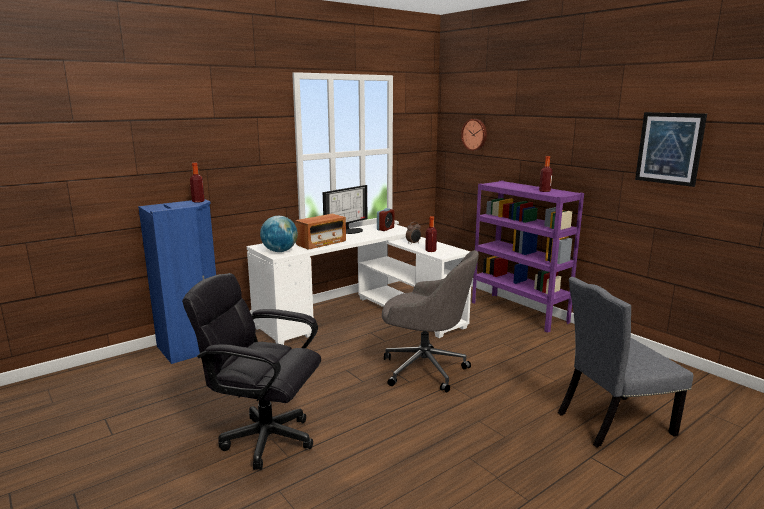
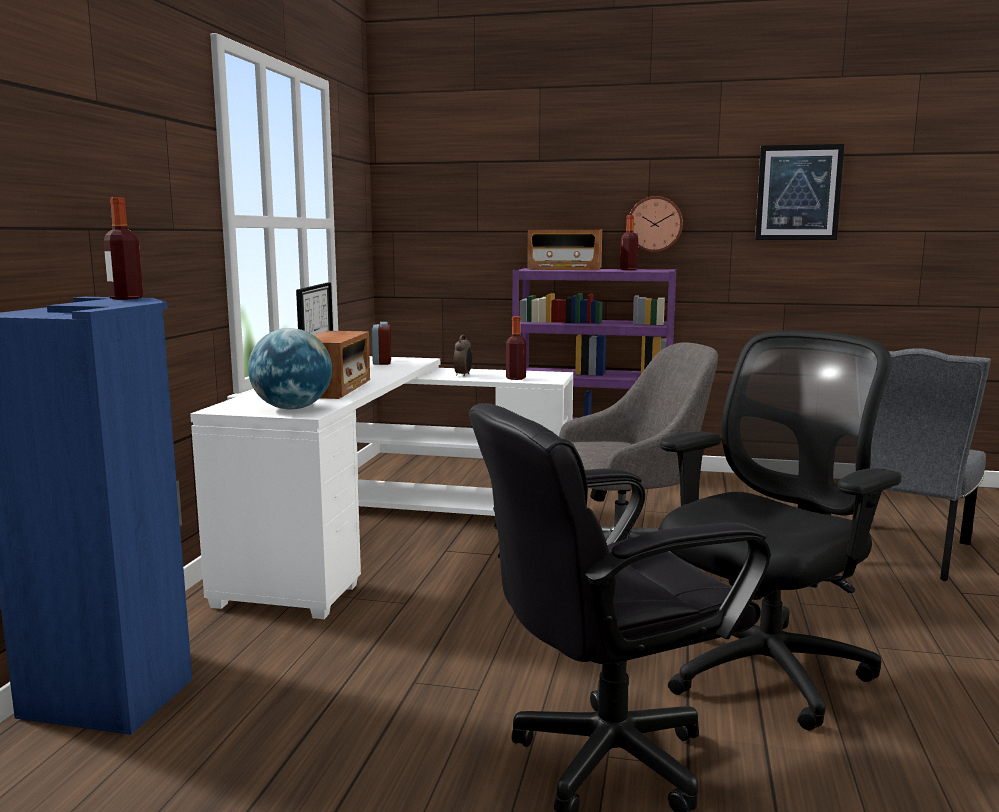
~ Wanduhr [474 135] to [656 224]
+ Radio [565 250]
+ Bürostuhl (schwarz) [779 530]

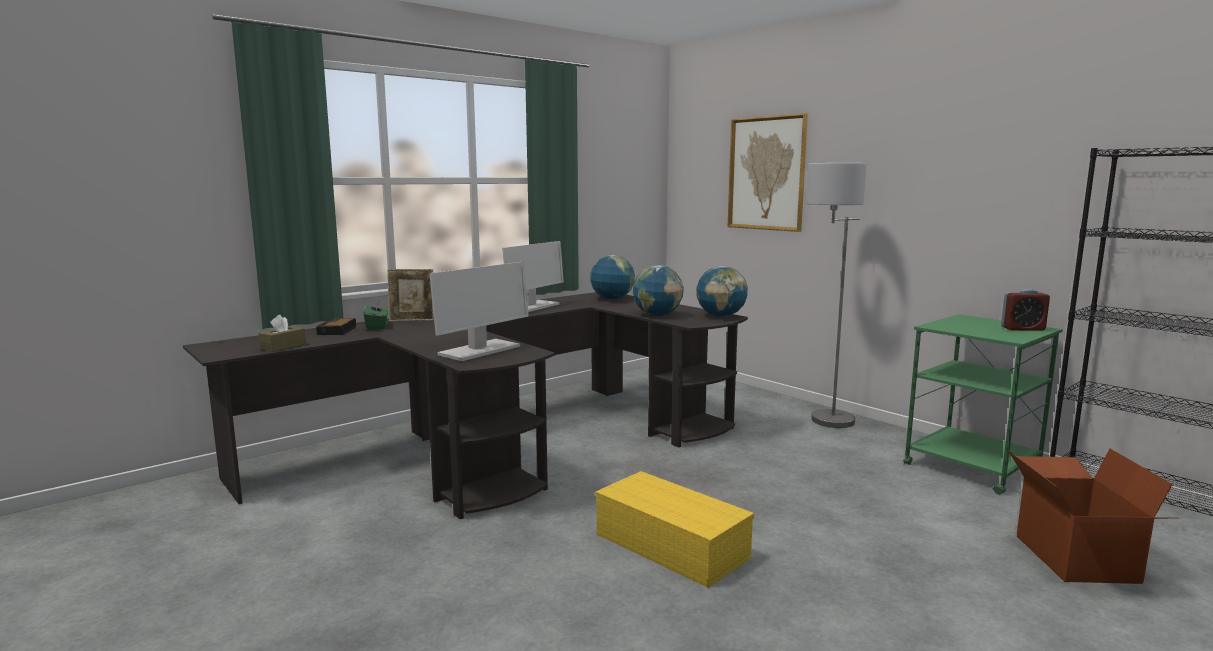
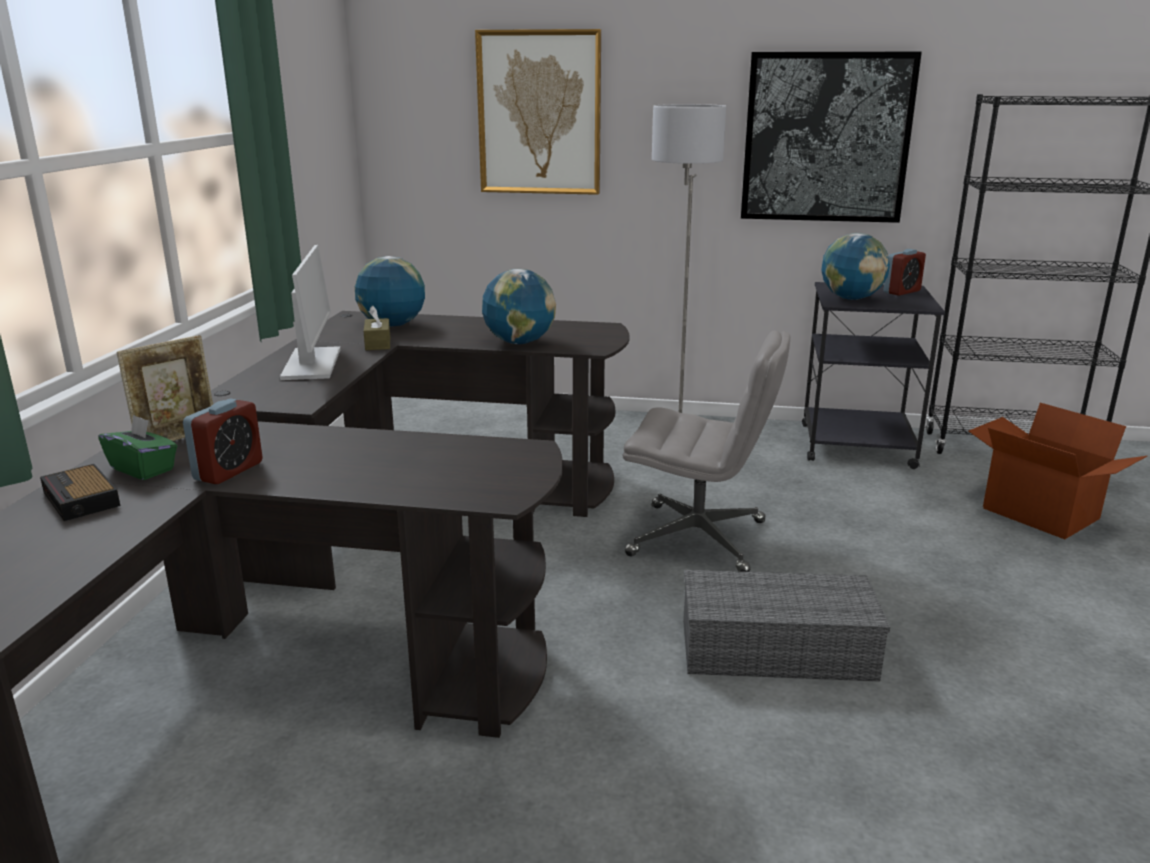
~ Taschentuchbox (braun) [282 333] to [377 328]
- Monitor [479 311]
~ Aufbewahrungsbox (gelb) [674 529] to Aufbewahrungsbox (grau) [786 626]
~ Globus [722 291] to [855 266]
~ Rollwagen (grün) [983 404] to Rollwagen (schwarz) [873 375]
+ Wecker [223 441]
+ Bürostuhl (grau) [706 451]
+ Bild [831 137]

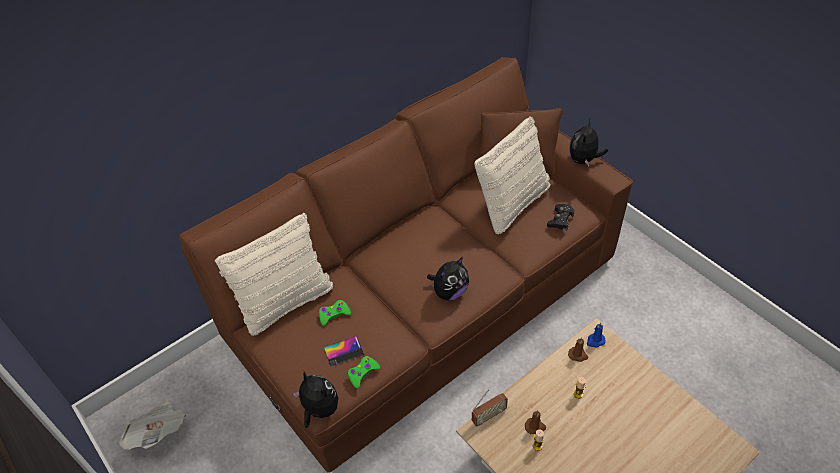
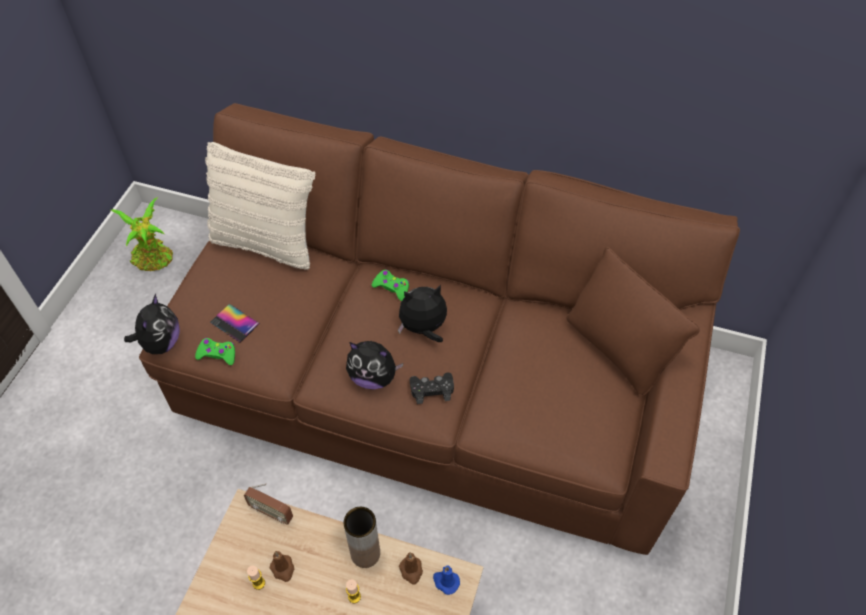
~ Zeitung [152 426] to Topfpflanze [142 234]
~ Gamepad (grün) [335 313] to [390 285]
- Kissen (beige) [512 175]
~ Gamepad (schwarz) [561 217] to [432 388]
~ Plüschtier [588 142] to [422 313]
+ Vase (braun) [362 537]

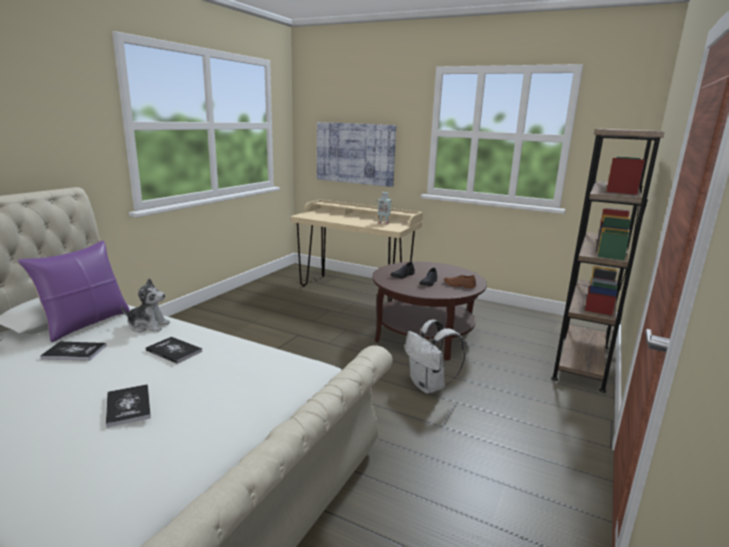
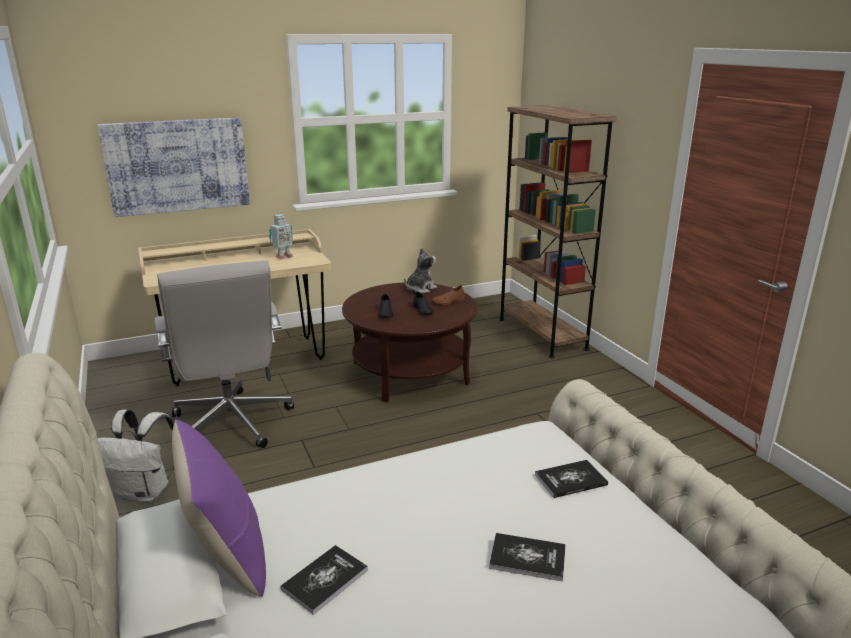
~ Plüschtier [145 306] to [420 270]
~ Buch [174 350] to [571 479]
~ Rucksack (weiß) [435 357] to [135 455]
+ Bürostuhl (grau) [224 354]

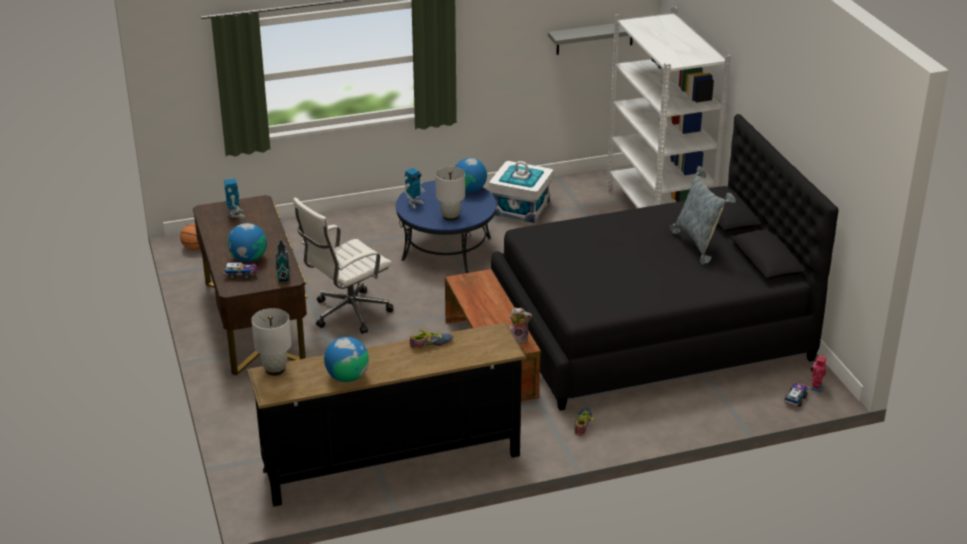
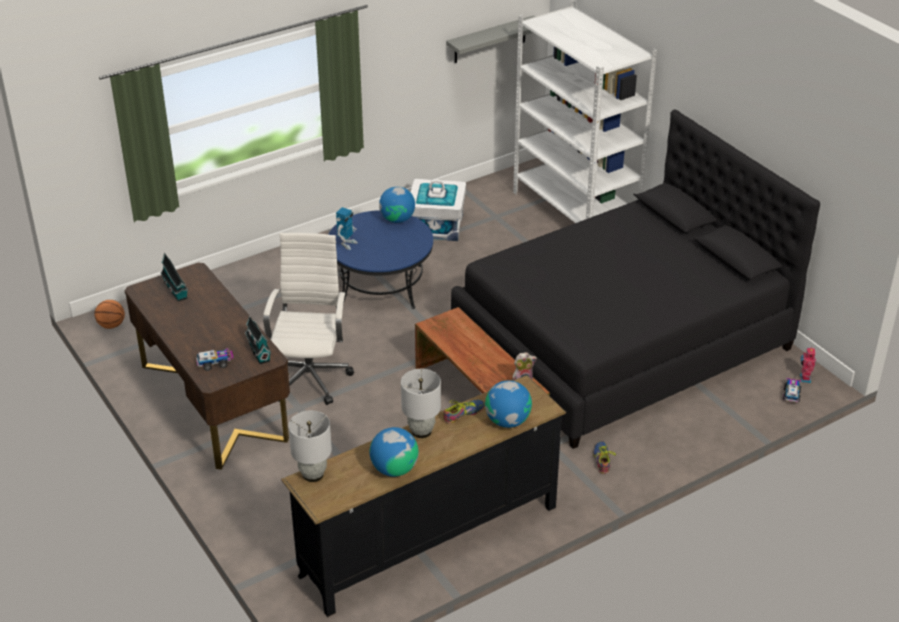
~ Spielzeugroboter [234 198] to Spielzeughaus [174 277]
~ Globus [247 242] to [508 404]
~ Bürostuhl (weiß) [343 266] = [308 319] 150 degrees clockwise
~ Tischlampe (weiß) [450 194] to [421 403]
- Kissen [702 215]

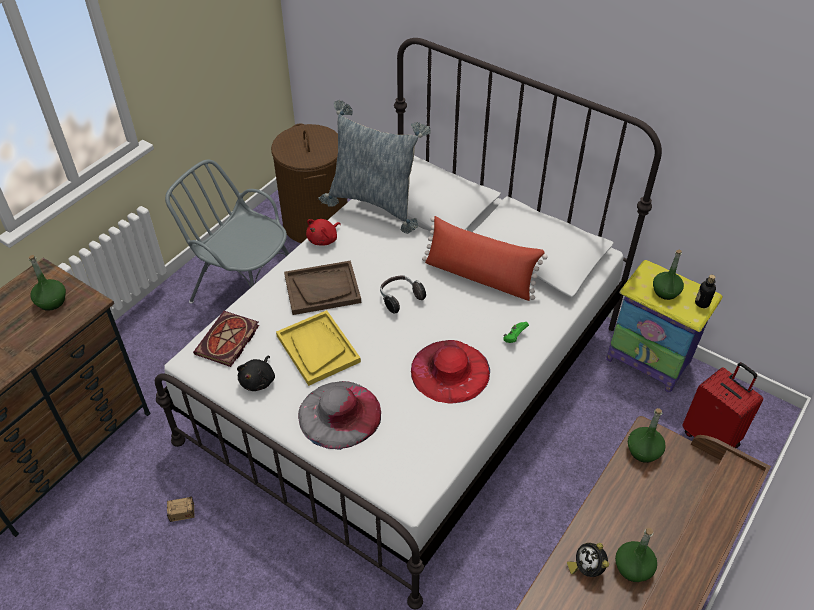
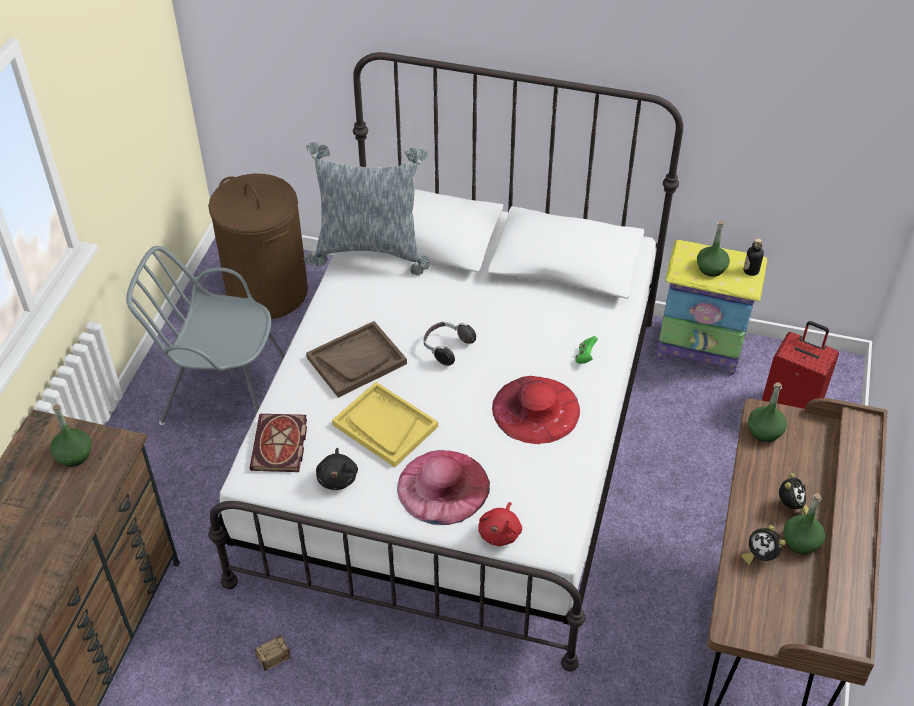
~ Hut (grau) [339 415] to Hut (rosa) [443 487]
~ Plüschtier (rot) [323 232] to [500 524]
- Kissen (rot) [485 258]
+ Wecker [794 494]

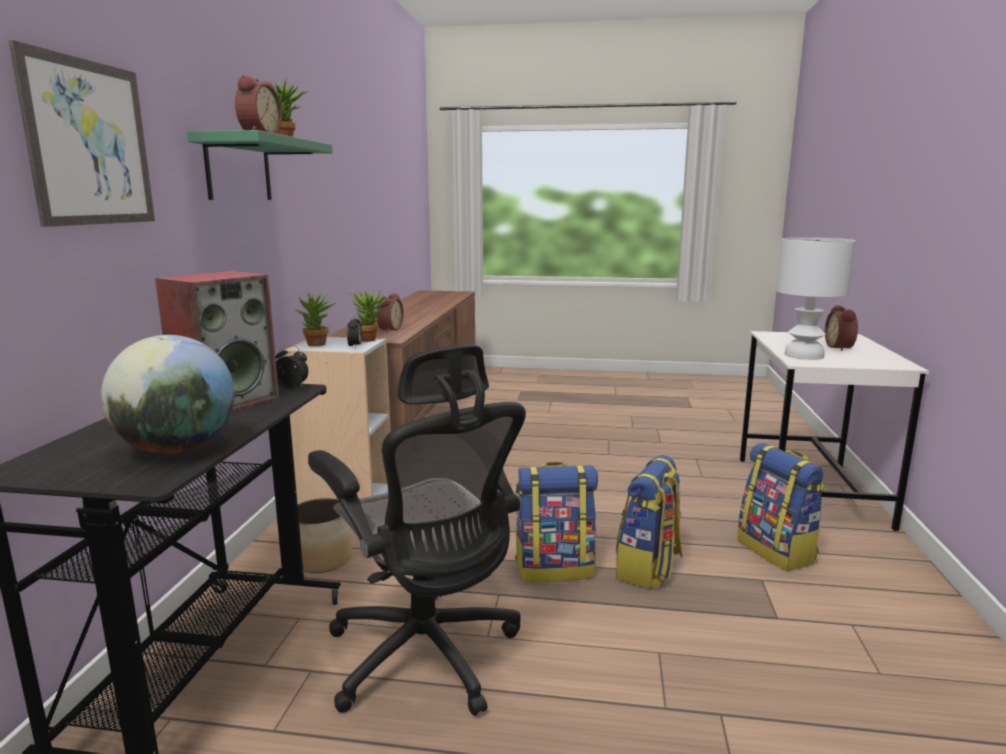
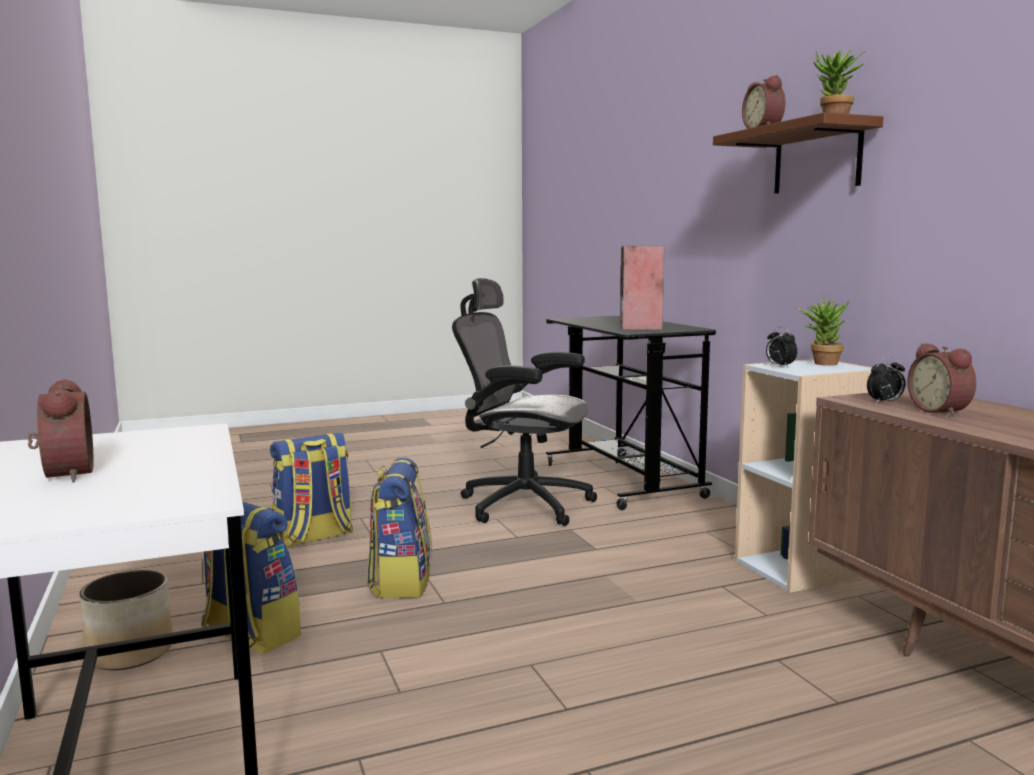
- Bild [81 133]
- Globus [168 394]
~ Wandregal (grün) [260 165] to Wandregal (braun) [798 153]
~ Wecker [292 366] to [886 380]
~ Pflanzkübel [325 535] to [126 620]
- Topfpflanze [367 316]
~ Rucksack [556 522] to [311 489]
- Tischlampe (weiß) [816 299]

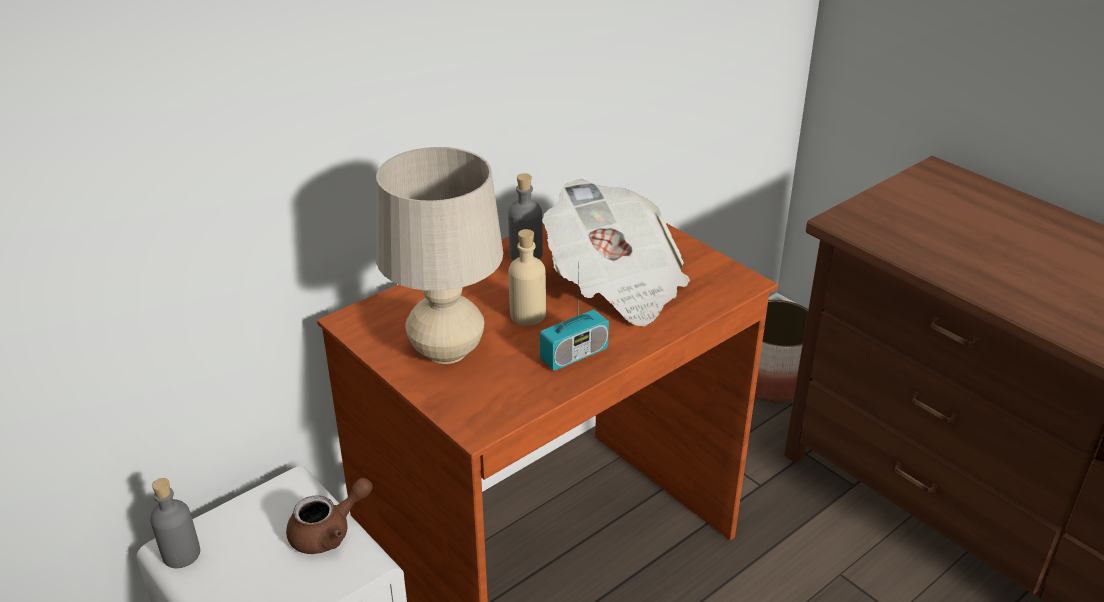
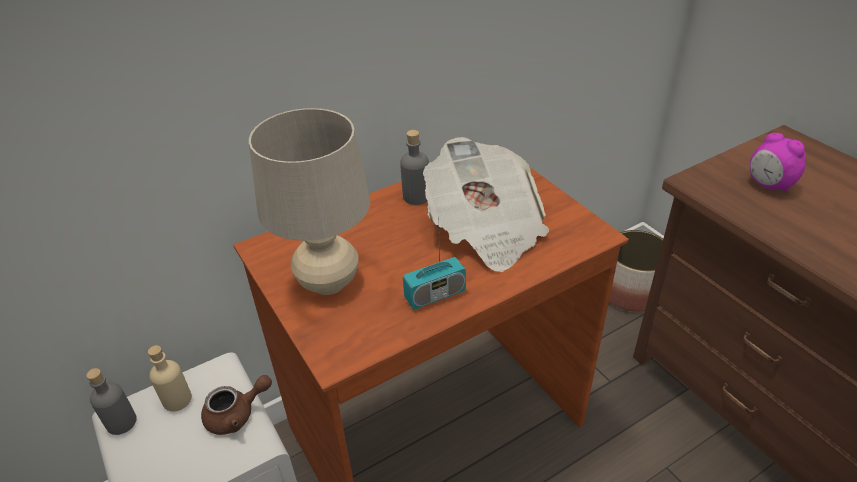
~ Flasche (beige) [527 277] to [170 378]
+ Wecker [778 162]

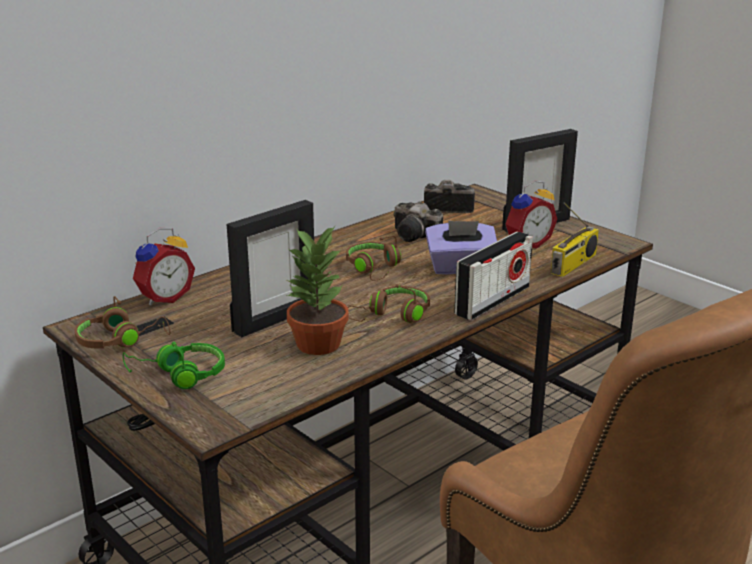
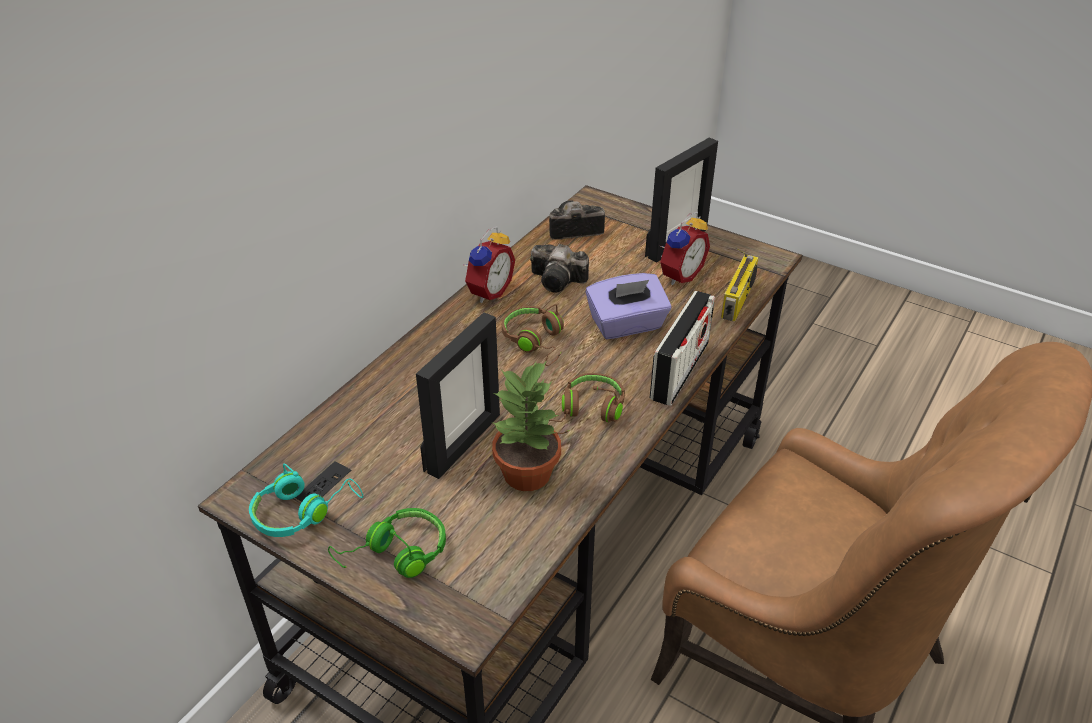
~ Kopfhörer (braun) [122 322] to Kopfhörer (türkis) [306 500]
~ Wecker [164 266] to [489 264]

